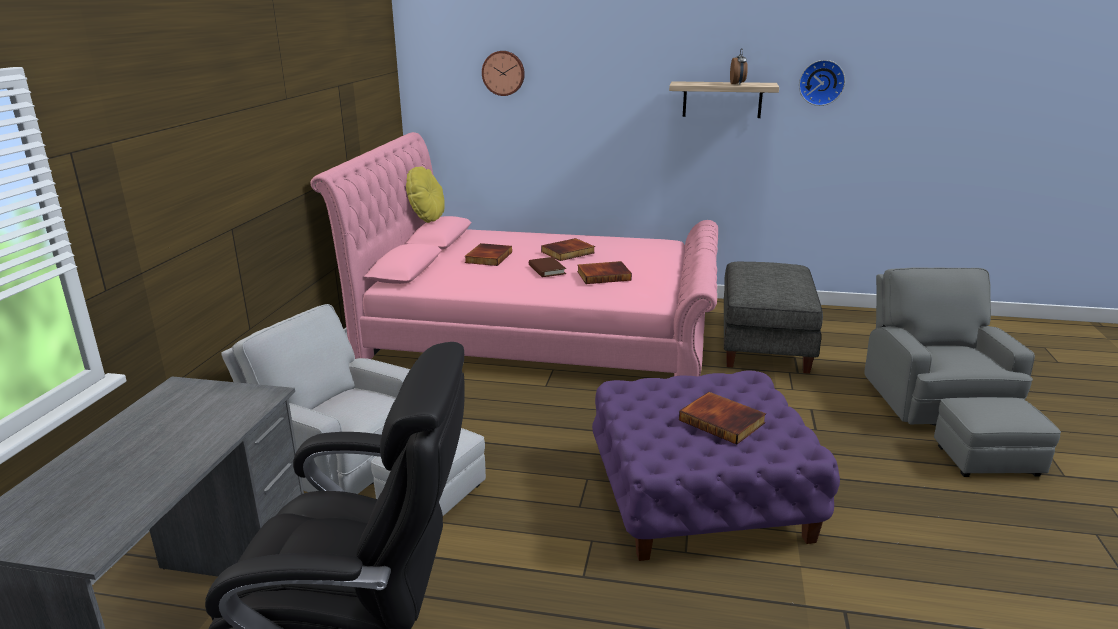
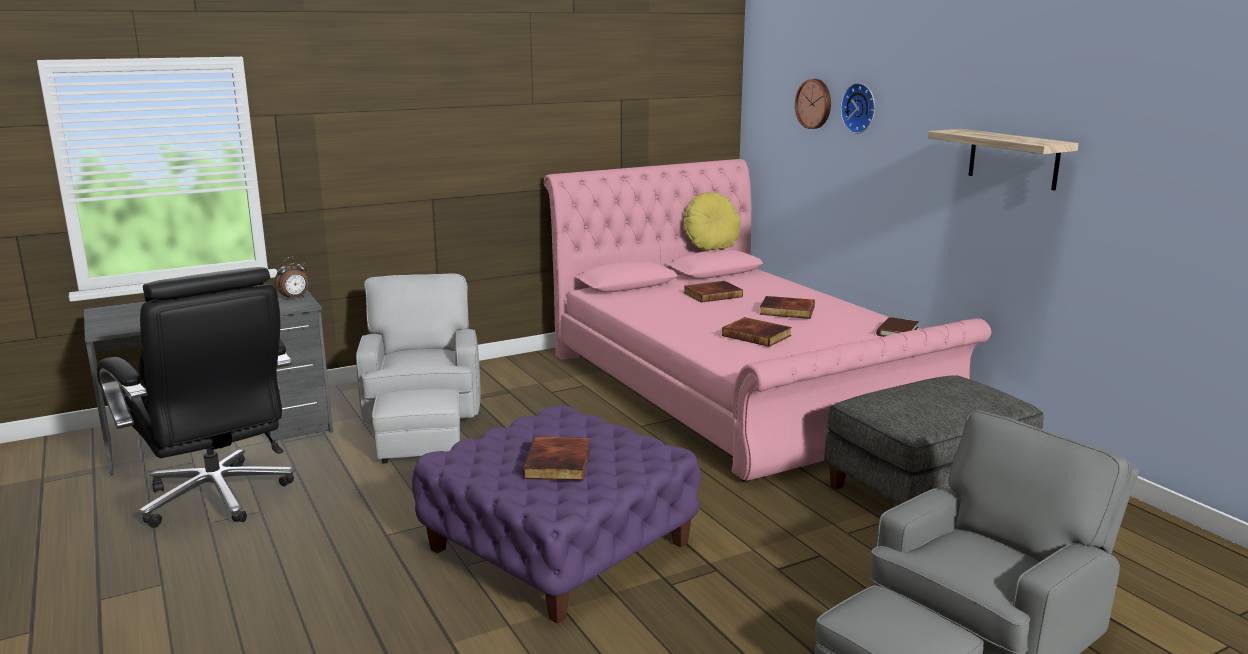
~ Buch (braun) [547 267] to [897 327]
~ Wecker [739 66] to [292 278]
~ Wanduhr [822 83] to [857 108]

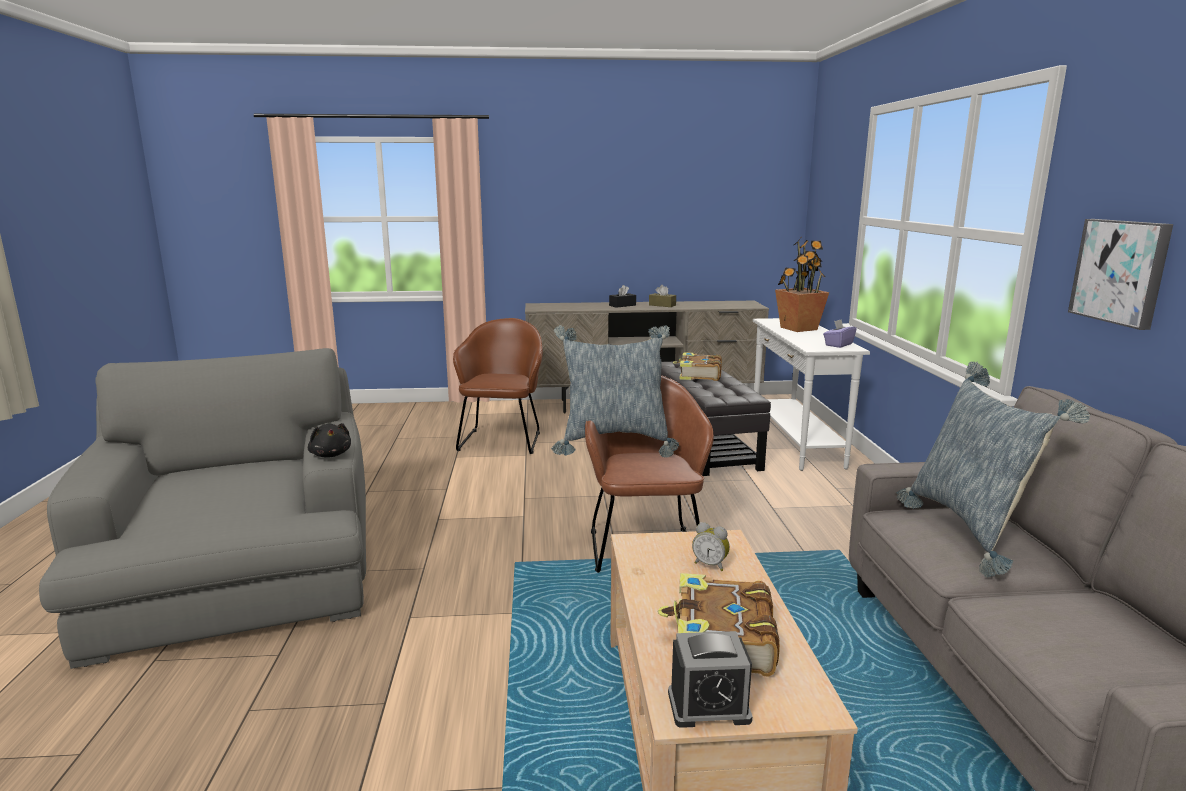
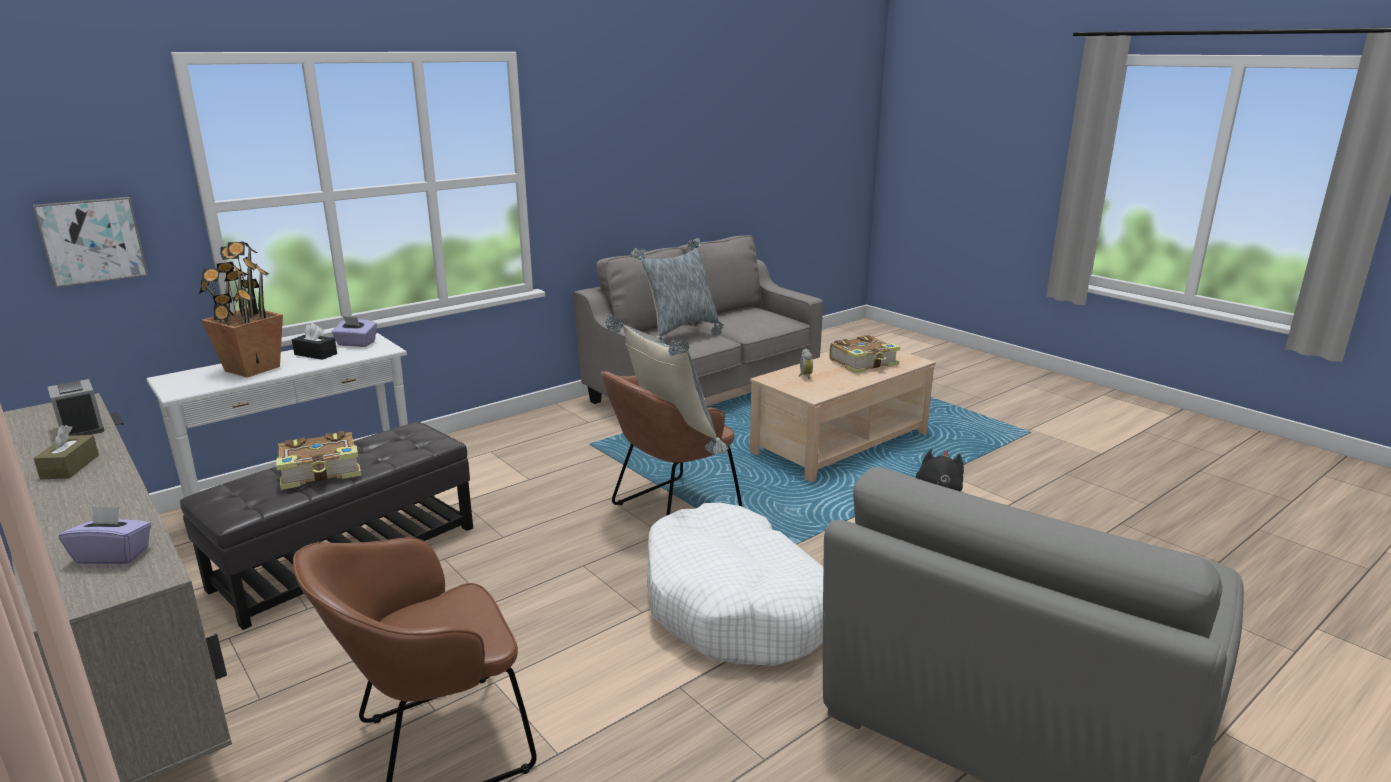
~ Taschentuchbox (schwarz) [622 296] to [314 341]
~ Wecker [710 679] to [76 407]
~ Bild [1120 274] to [91 242]
+ Taschentuchbox (lila) [105 535]
+ Hundebett (weiß) [735 584]

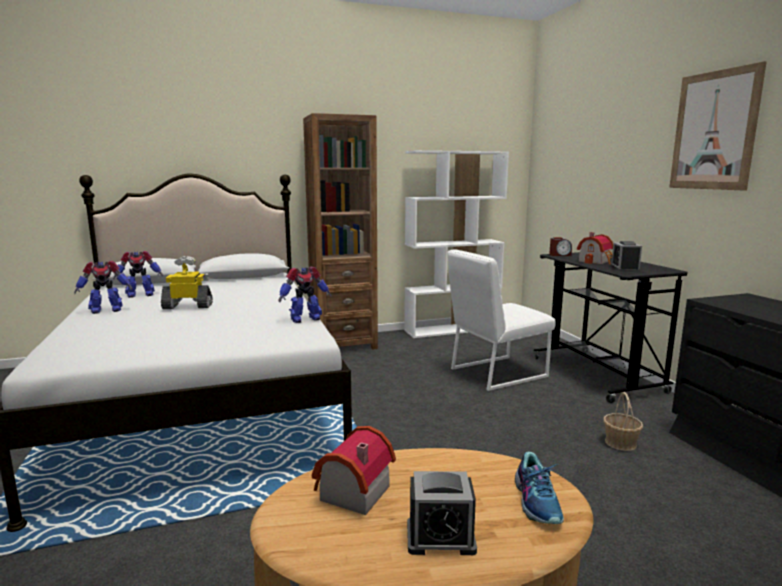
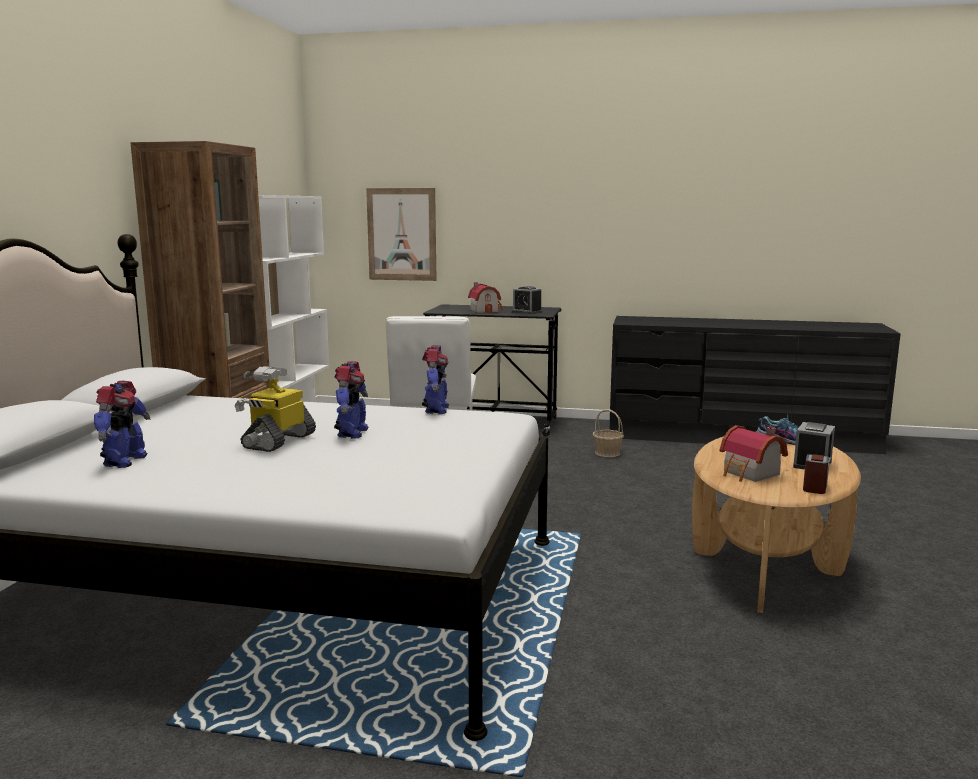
~ Spielzeugroboter [103 287] to [351 400]
~ Wecker [560 246] to [816 474]
~ Bild [718 126] to [401 234]

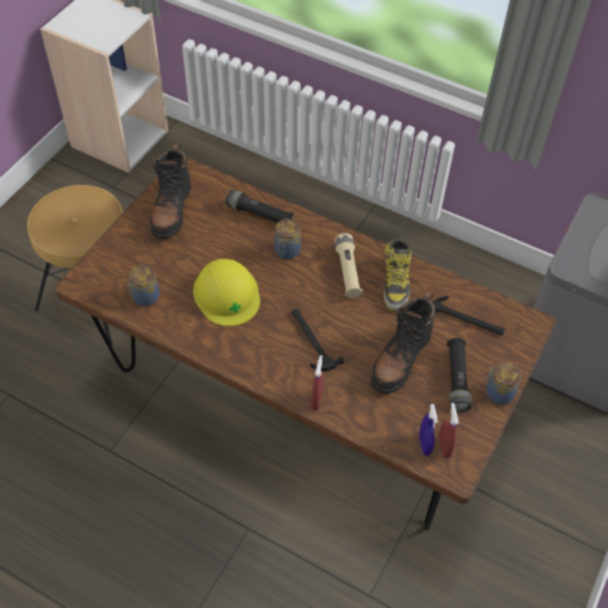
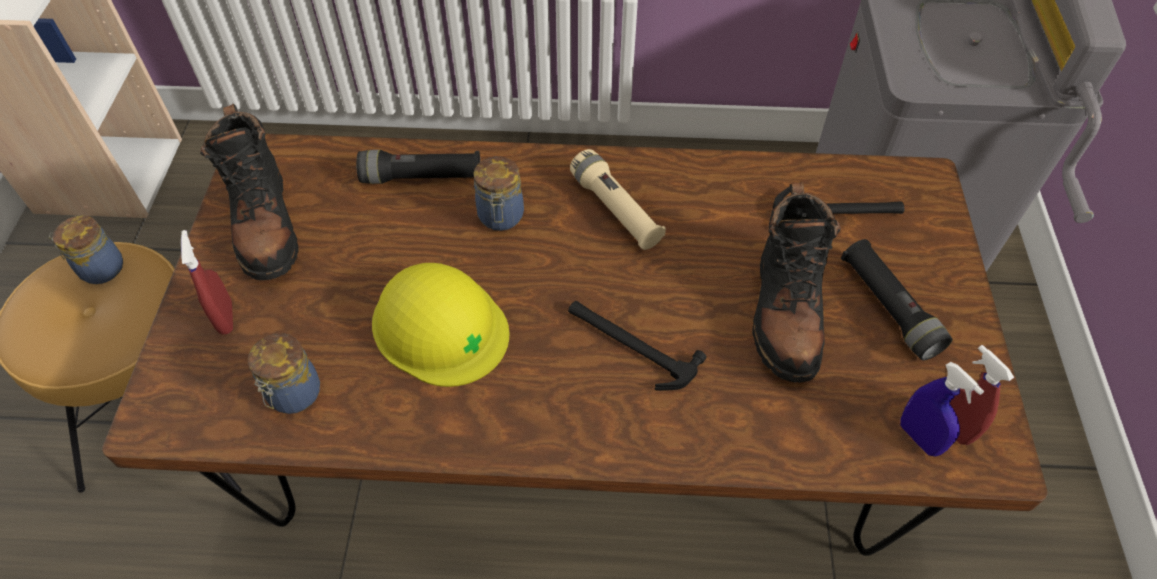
~ Sprühflasche (rot) [317 383] to [207 282]
- Stiefel [398 275]
~ Vorratsglas [503 383] to [86 249]

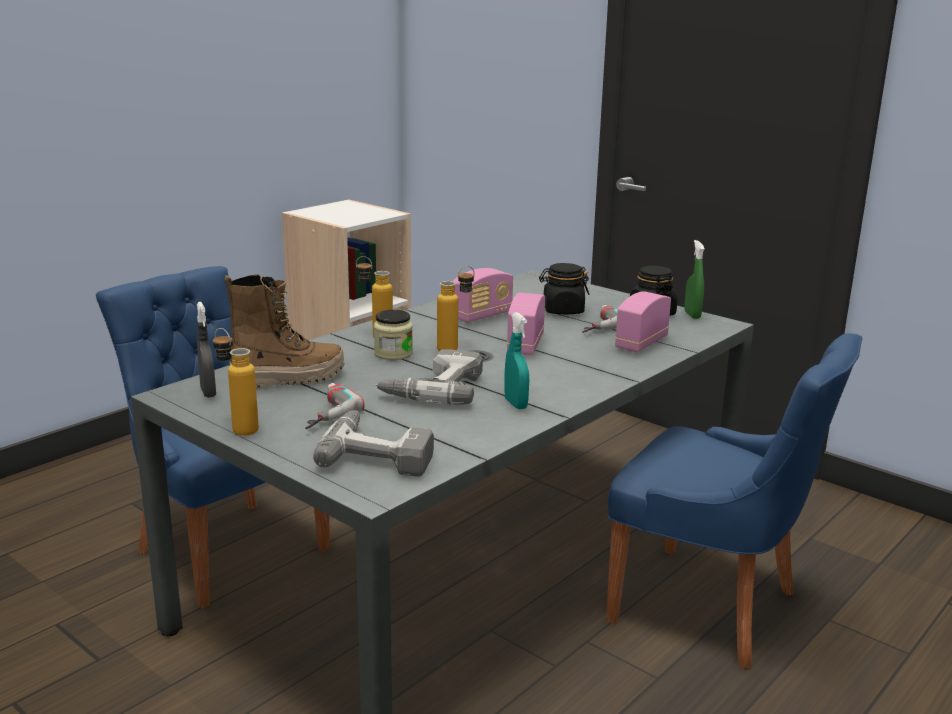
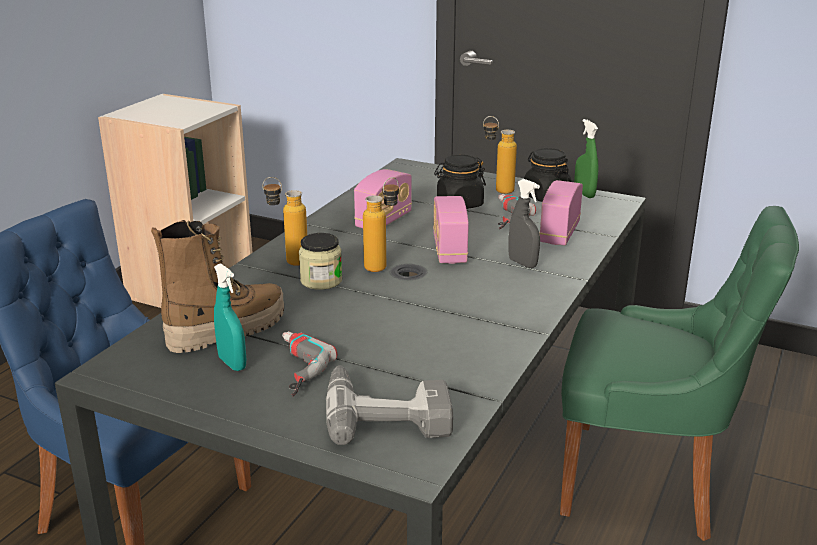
~ Sprühflasche (grau) [206 350] to [524 223]
~ Flasche [236 382] to [500 155]
- Bohrmaschine [429 377]
~ Sprühflasche (türkis) [516 360] to [230 317]
~ Stuhl (blau) [734 501] to Stuhl (grün) [679 373]

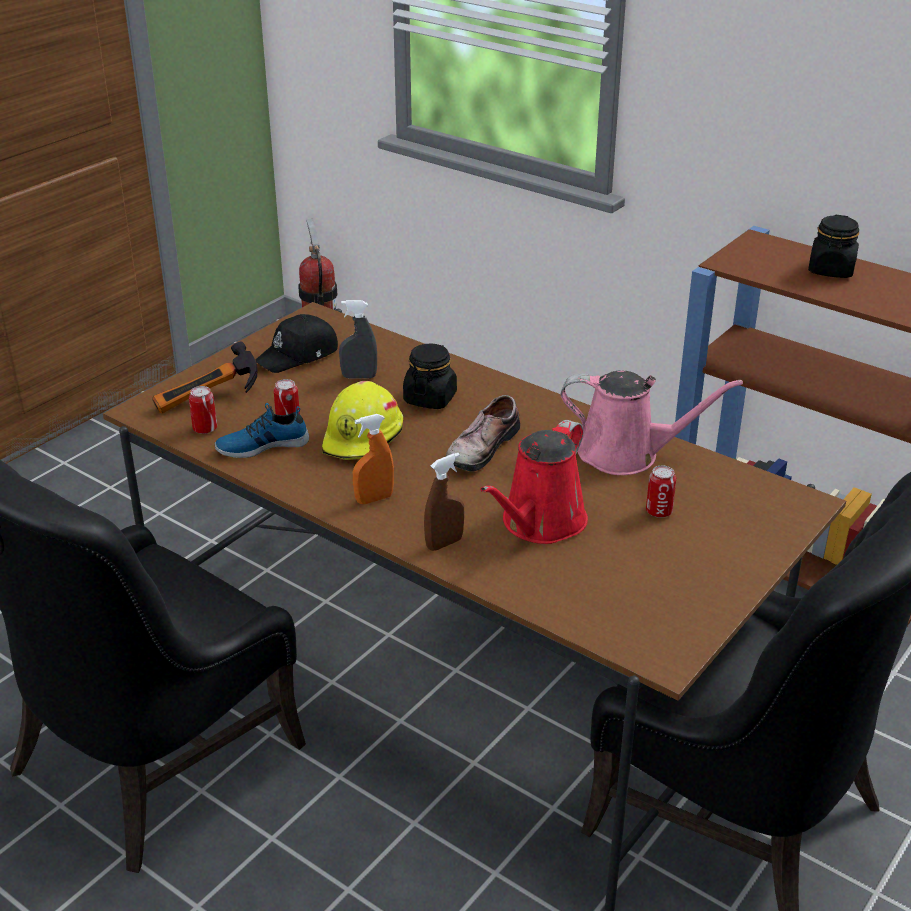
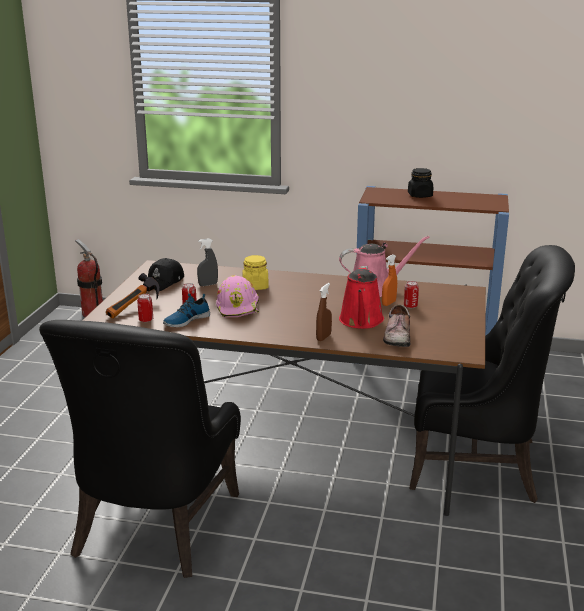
~ Schutzhelm (gelb) [362 420] to Schutzhelm (rosa) [237 296]
~ Sprühflasche (orange) [373 459] to [389 280]
~ Vorratsglas (schwarz) [430 376] to Vorratsglas (gelb) [255 272]
~ Schuh [483 433] to [396 325]

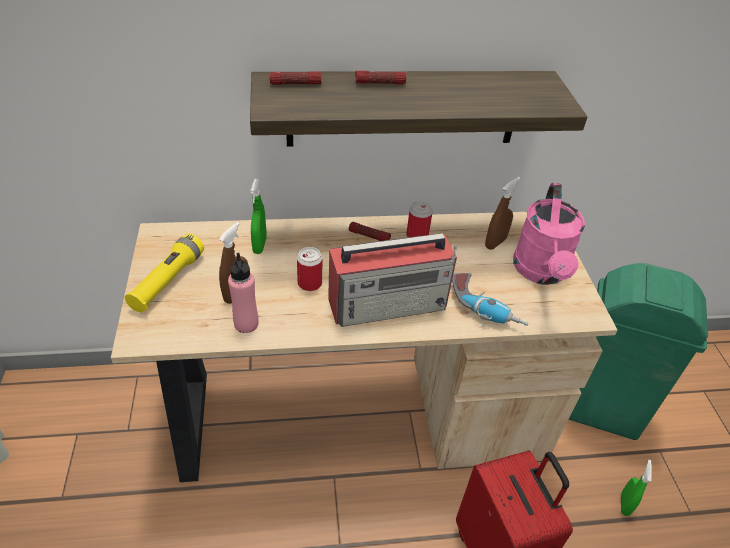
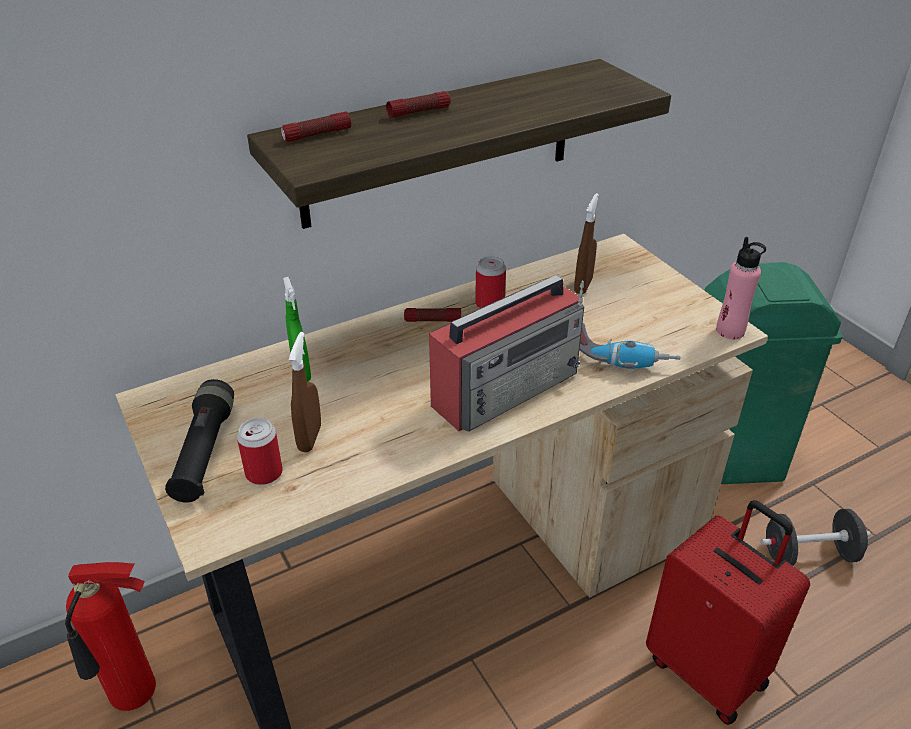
~ Taschenlampe (gelb) [164 272] to Taschenlampe (schwarz) [199 441]
~ Flasche (rosa) [243 293] to [741 288]
~ Dose [309 269] to [260 451]
- Gießkanne (rosa) [549 234]
~ Sprühflasche (grün) [636 488] to Hantel (schwarz) [816 537]
+ Feuerlöscher [110 636]

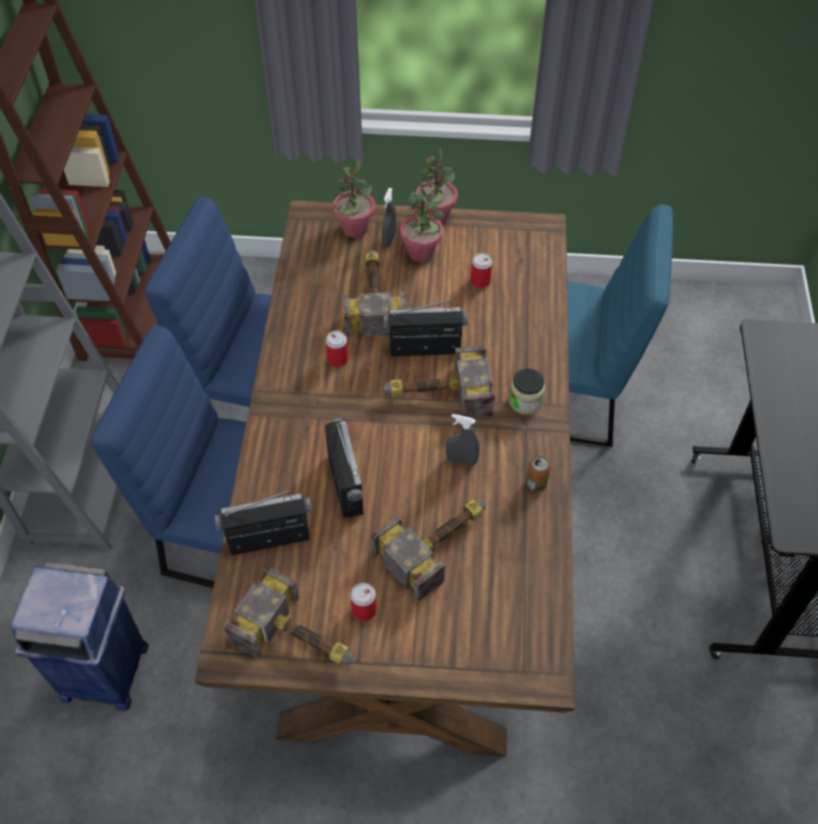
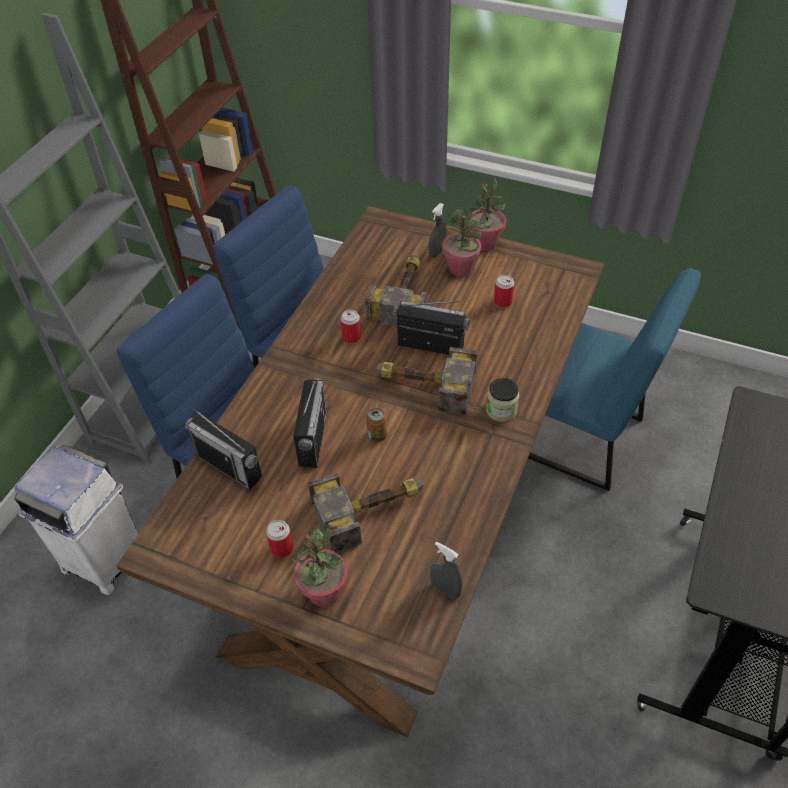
~ Mülleimer (blau) [79 636] to Mülleimer (weiß) [76 520]
~ Radio [263 522] = [223 449] 150 degrees counterclockwise
- Hammer [289 615]
~ Topfpflanze [354 199] to [319 567]
~ Sprühflasche (grau) [462 440] to [446 570]
~ Dose [538 473] to [376 425]

